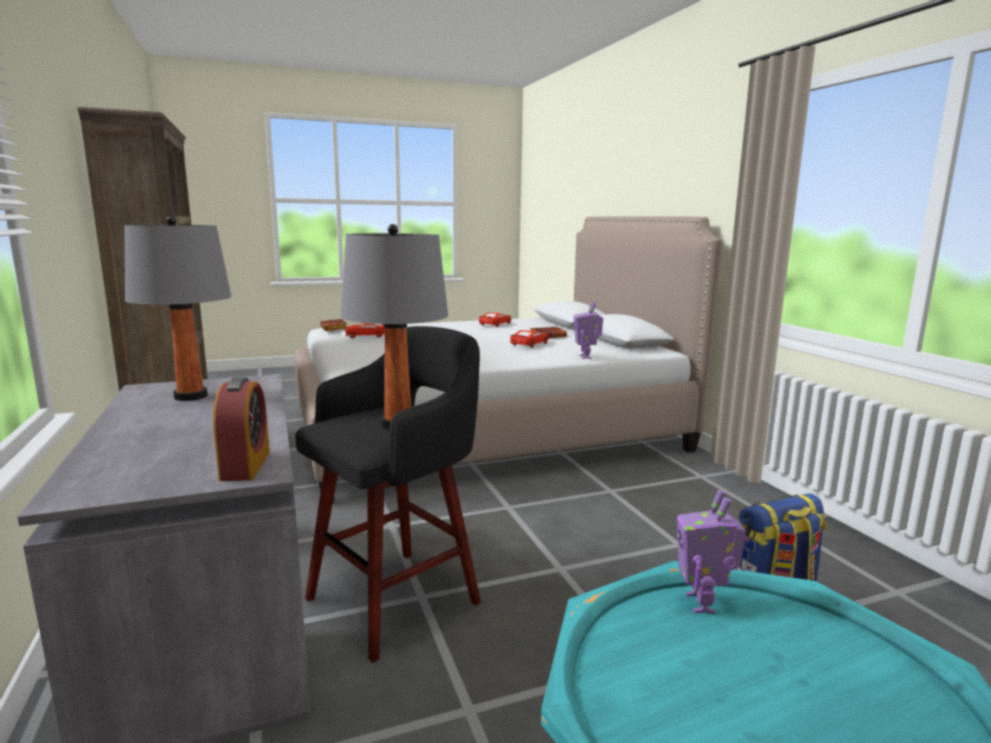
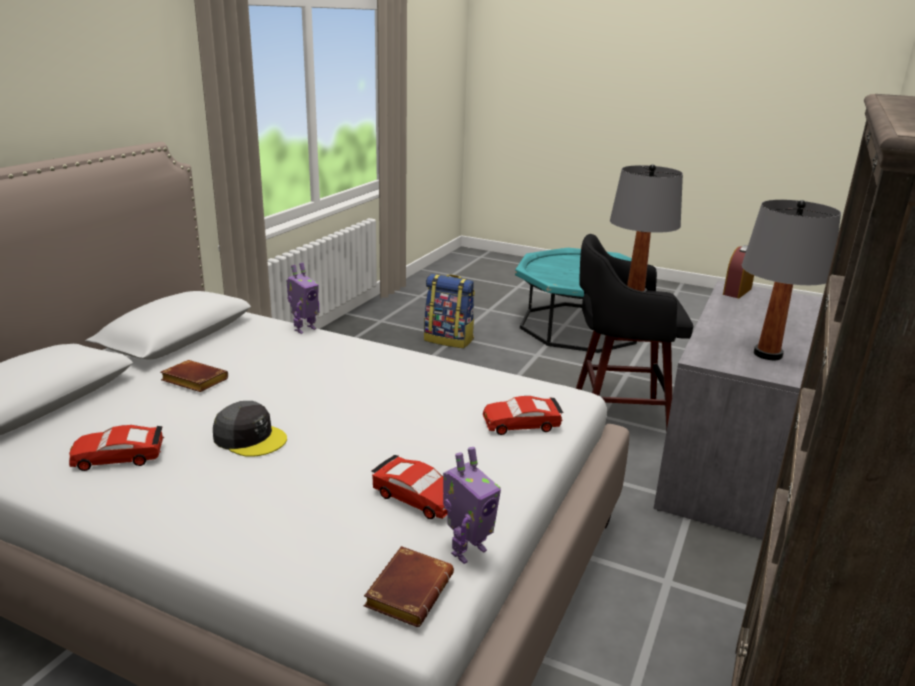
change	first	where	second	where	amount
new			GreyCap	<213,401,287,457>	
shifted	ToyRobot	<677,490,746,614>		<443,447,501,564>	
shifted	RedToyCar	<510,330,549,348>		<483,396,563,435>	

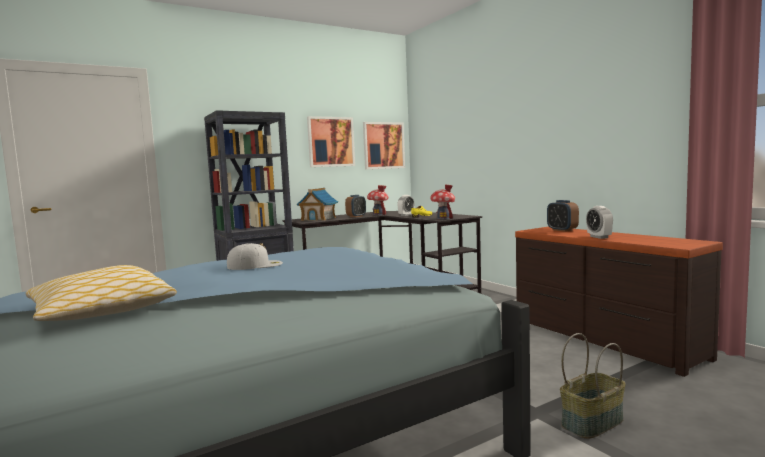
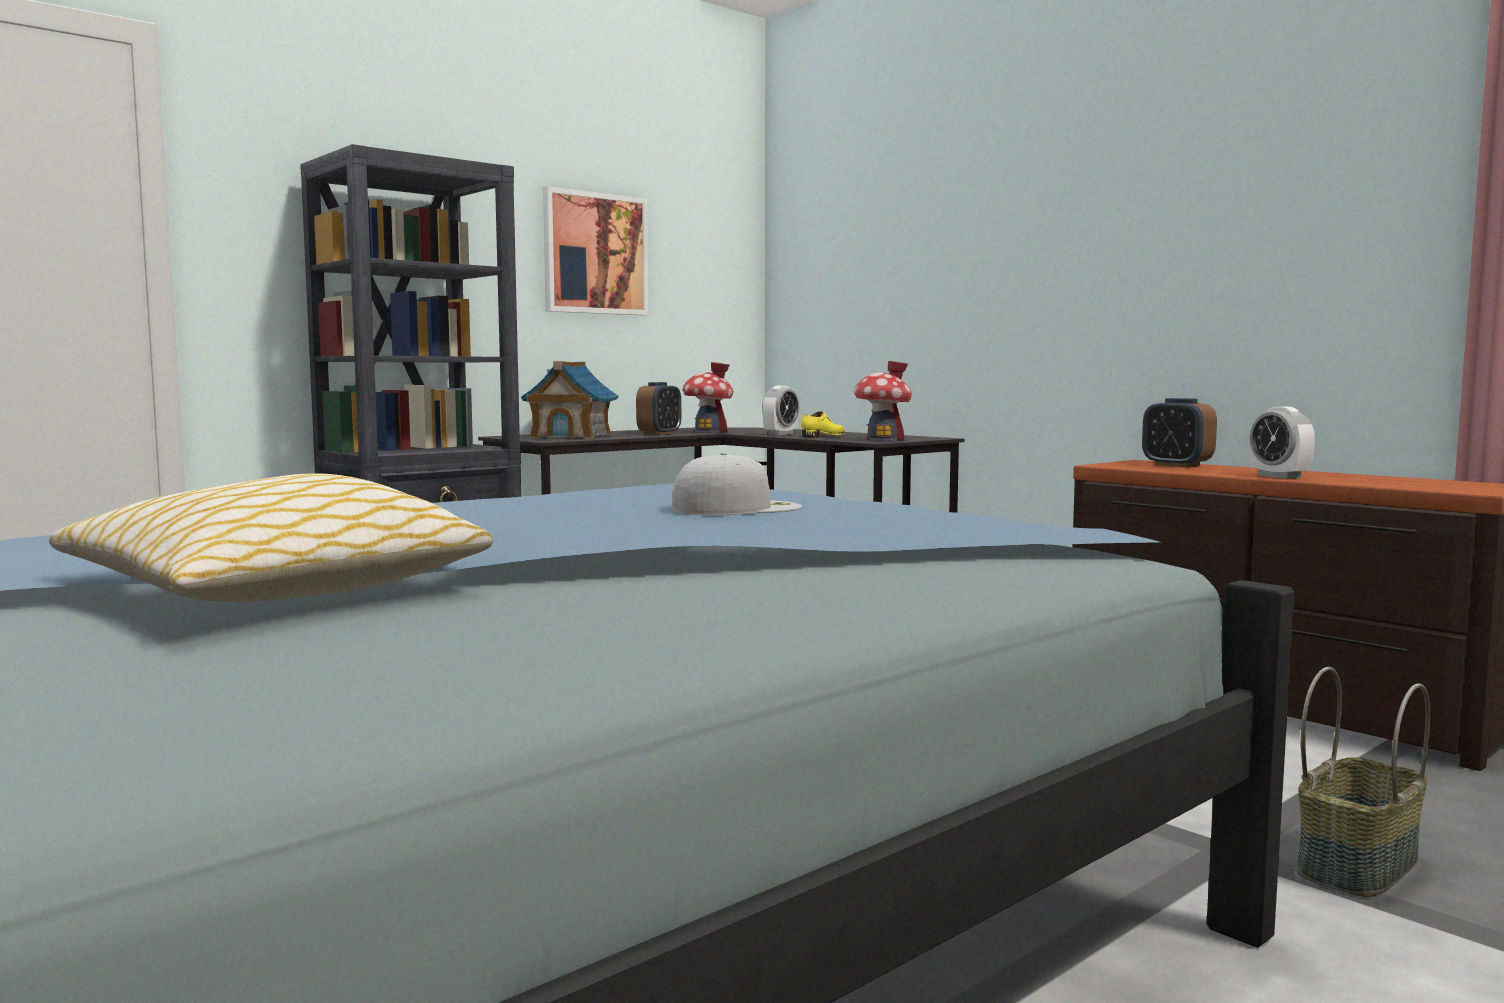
change	first	where	second	where	amount
shifted	WhiteCap	<227,243,283,270>		<672,453,802,515>	
gone	Picture	<363,122,405,169>			

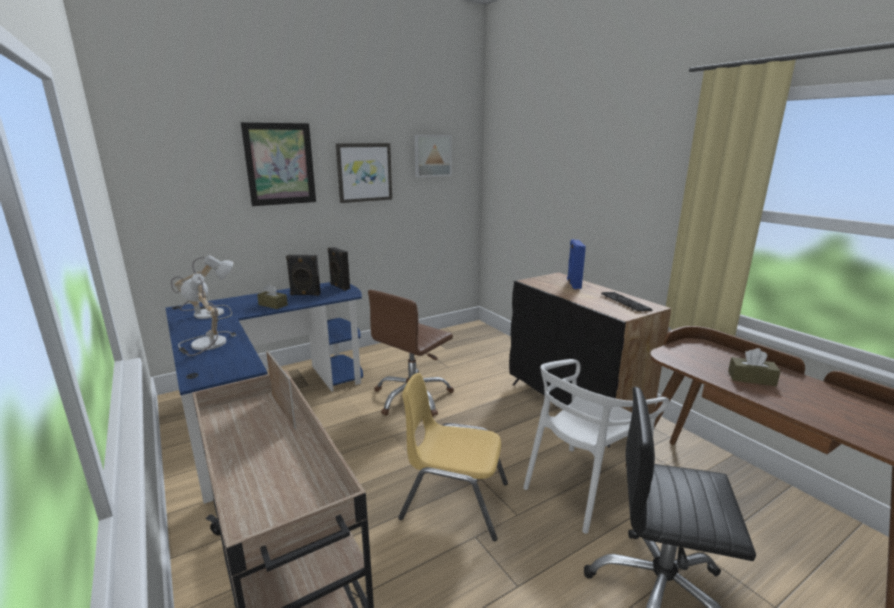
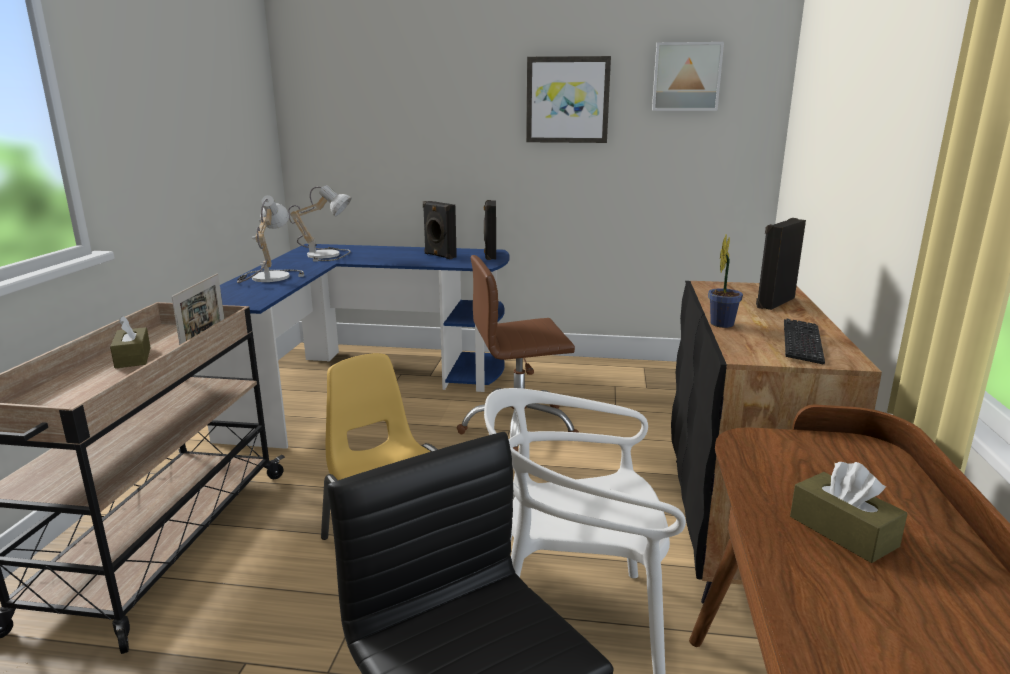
change	first	where	second	where	amount
shifted	BrownTissueBox	<257,284,288,309>		<110,315,151,368>	
new			PottedPlant	<708,234,743,328>	
repainted	BlueSpeaker	<567,239,586,289>	BlackSpeaker	<756,218,806,310>	
gone	Picture	<241,122,316,206>			

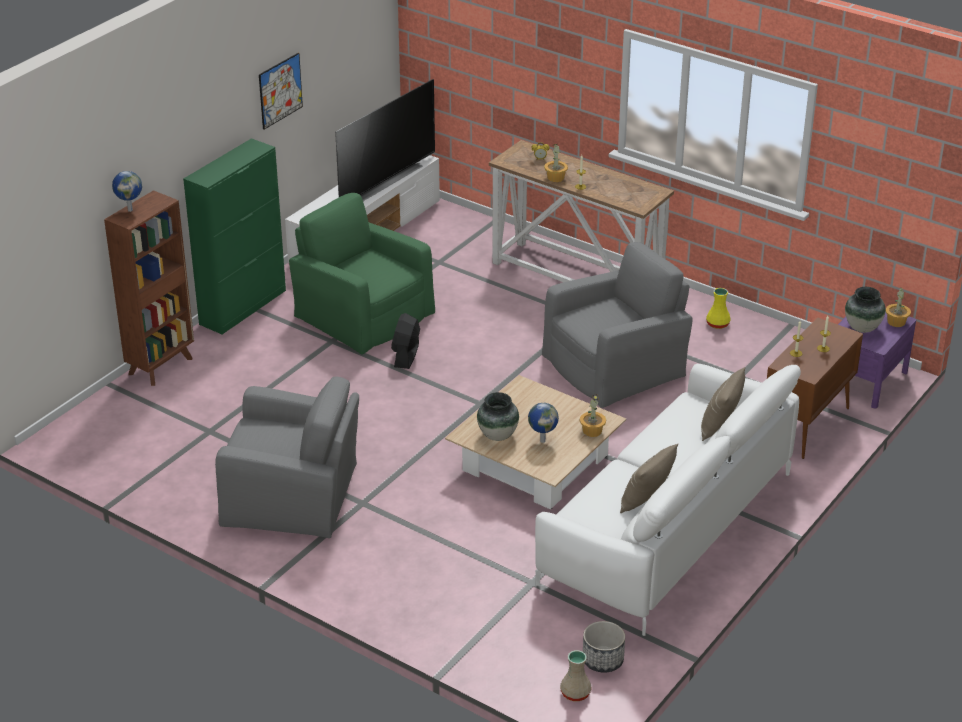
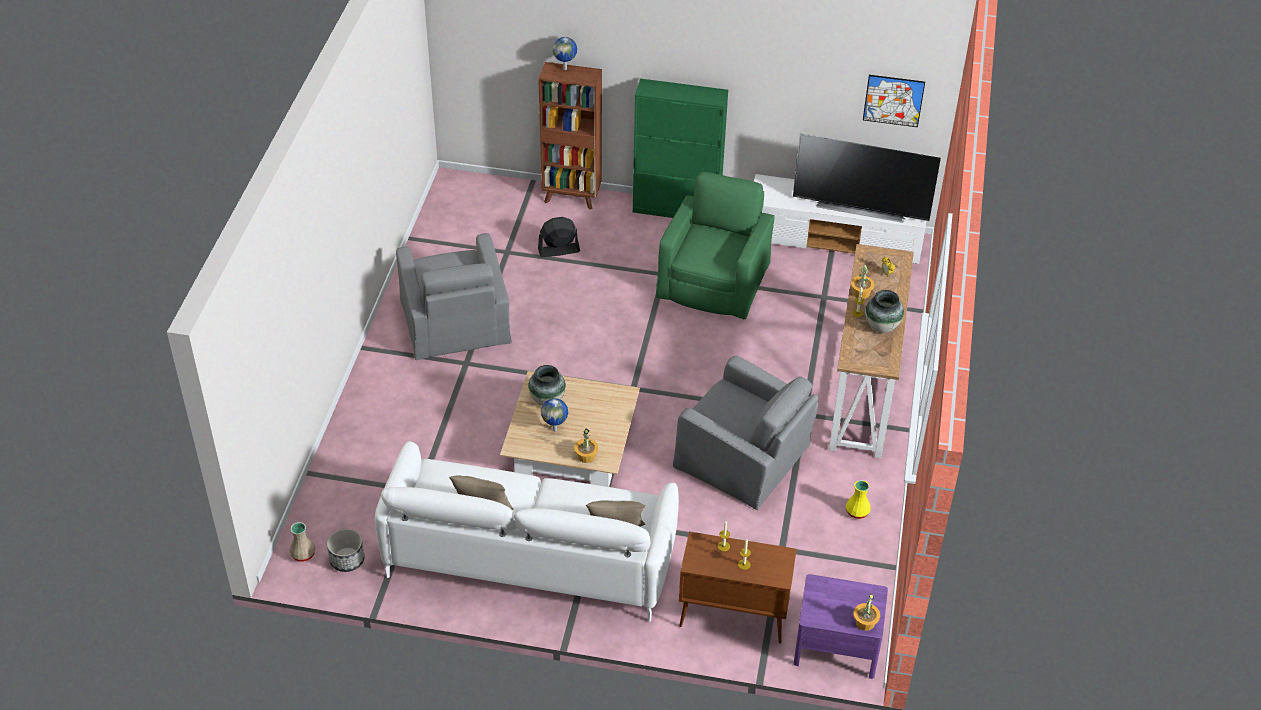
change	first	where	second	where	amount
shifted	BlackFan	<391,313,420,369>		<538,217,580,257>	
shifted	Picture	<259,53,303,130>		<863,75,925,127>	
shifted	Vase	<845,287,886,333>		<865,290,904,333>	

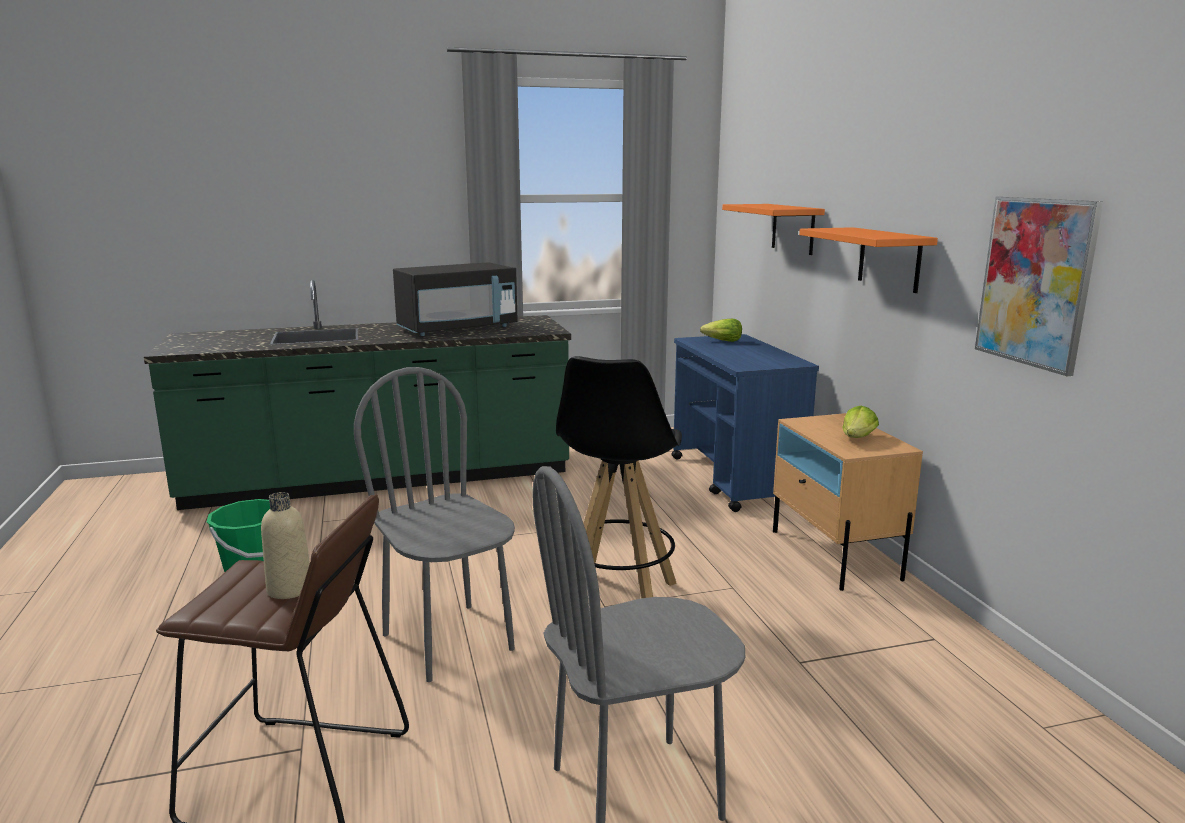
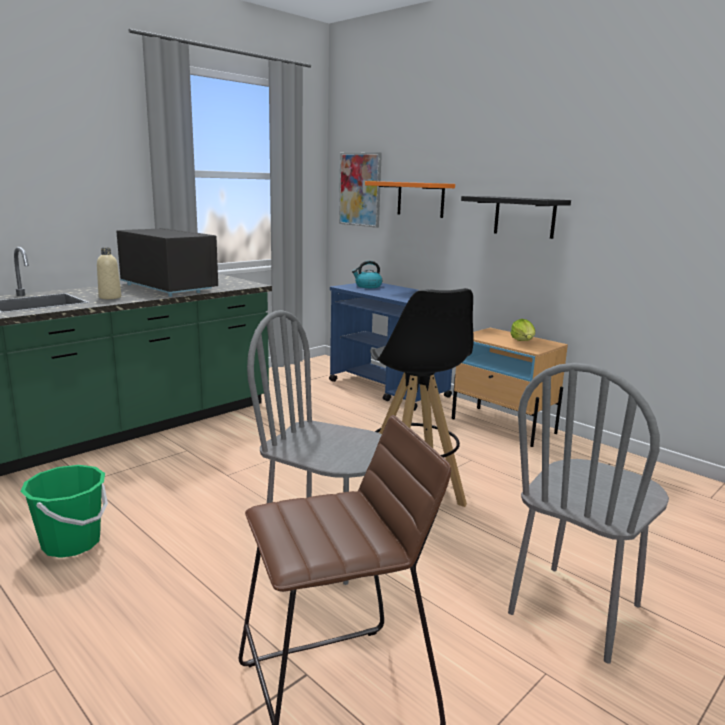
change	first	where	second	where	amount
shifted	BeigeBottle	<261,492,310,599>		<97,248,121,299>	
rotated	BlackMicrowave	<393,262,518,336>		<116,228,218,297>	75 degrees counterclockwise
shifted	Picture	<975,197,1103,376>		<339,152,382,228>	
swapped	Lettuce	<700,319,742,342>	Kettle	<352,261,383,288>	
repainted	OrangeShelf	<799,227,938,293>	BlackShelf	<461,196,571,239>	

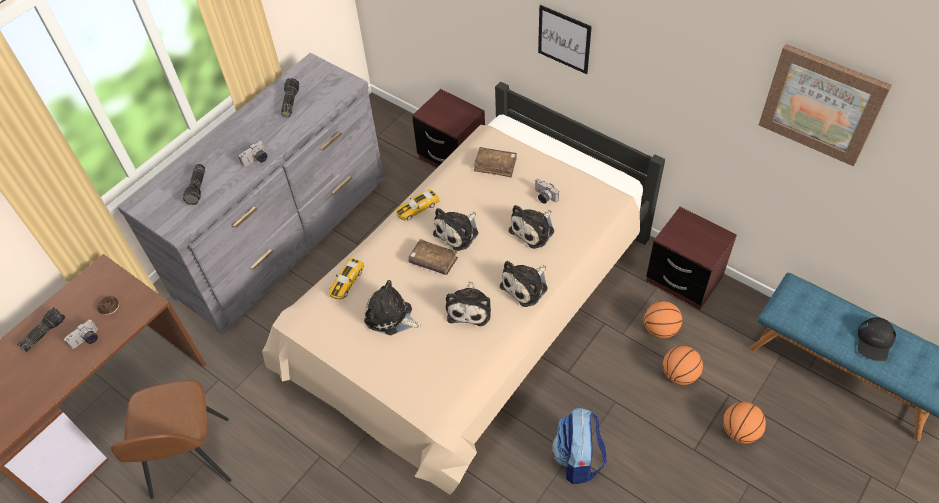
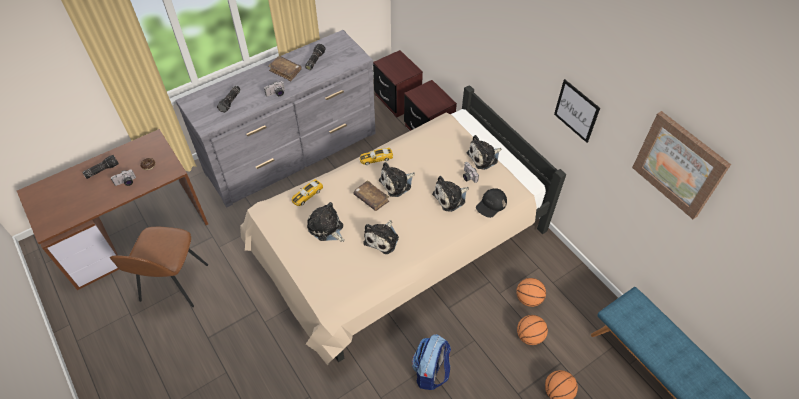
change	first	where	second	where	amount
shifted	BrownBook	<474,147,517,177>		<268,56,302,81>	
shifted	BrownNightstand	<646,207,737,310>		<373,50,423,118>	
shifted	PlushToy	<500,261,548,307>		<467,135,502,170>	
shifted	BlackCap	<857,317,896,361>		<476,188,507,218>	
shifted	Picture	<538,5,592,74>		<554,79,600,143>	

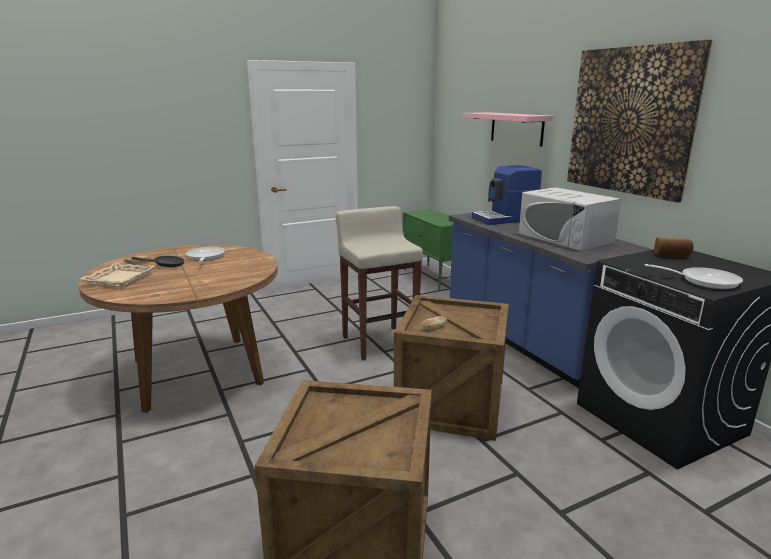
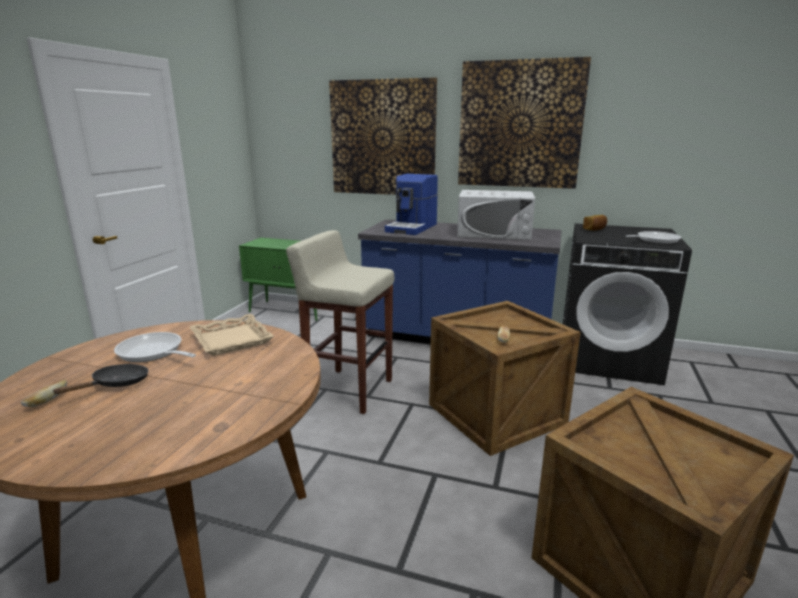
change	first	where	second	where	amount
shifted	BeigeTray	<79,263,155,287>		<190,314,274,356>	
swapped	PinkShelf	<463,112,553,147>	Picture	<329,78,437,195>	

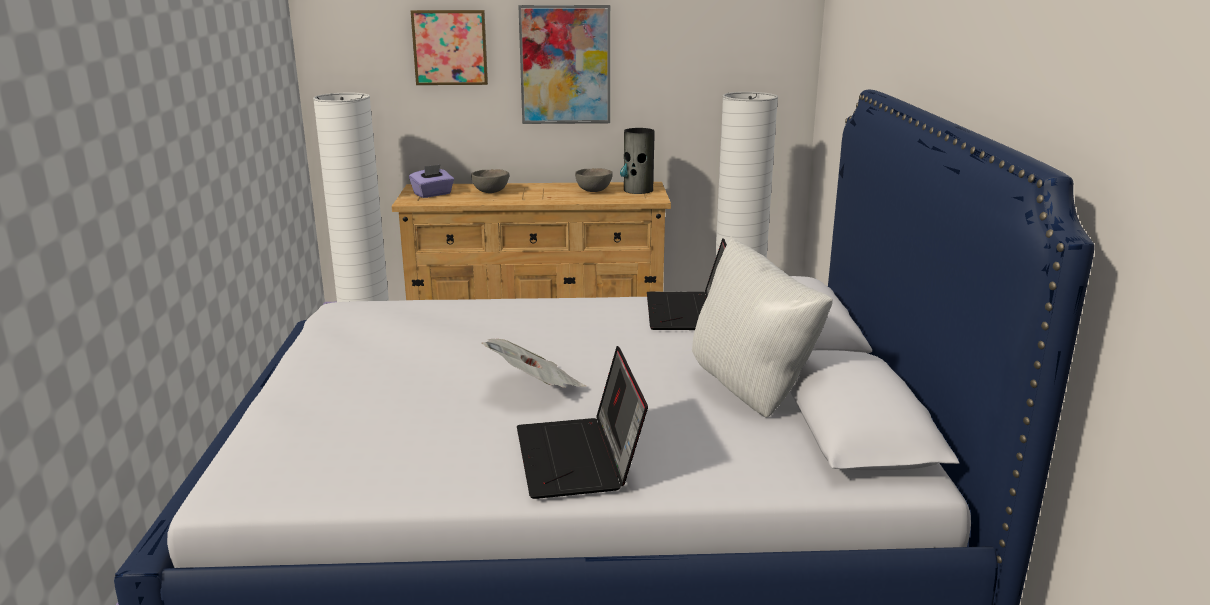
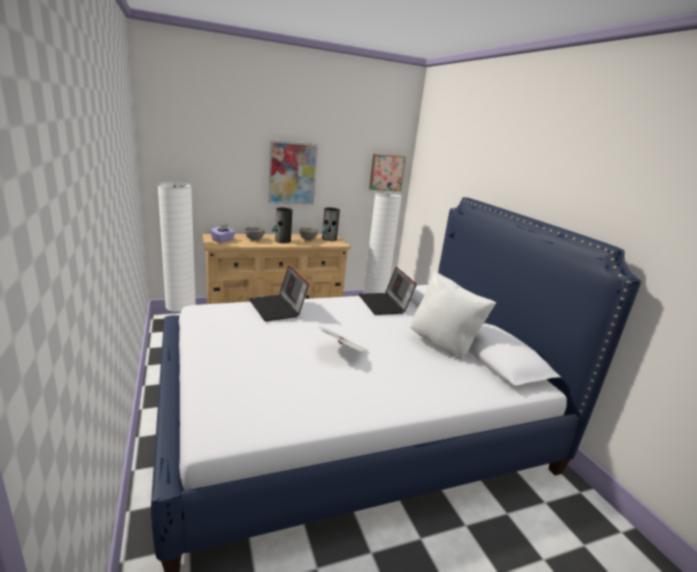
change	first	where	second	where	amount
shifted	Laptop	<517,346,648,499>		<249,266,309,321>	
new			Vase	<272,208,292,243>	
shifted	Picture	<411,10,488,85>		<369,154,406,191>	

